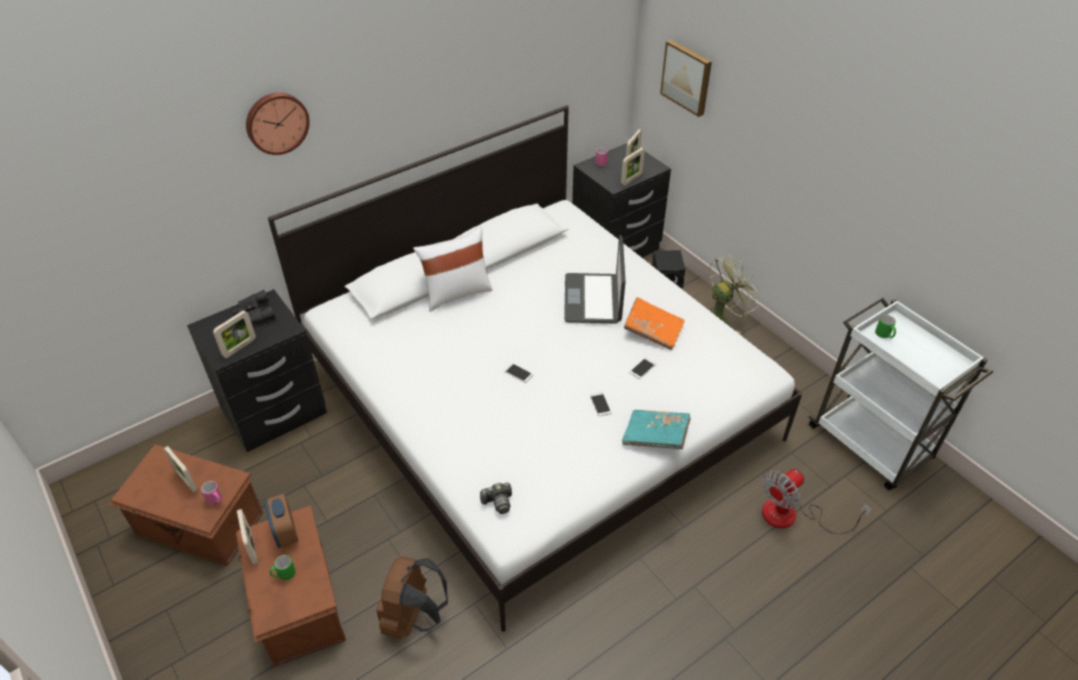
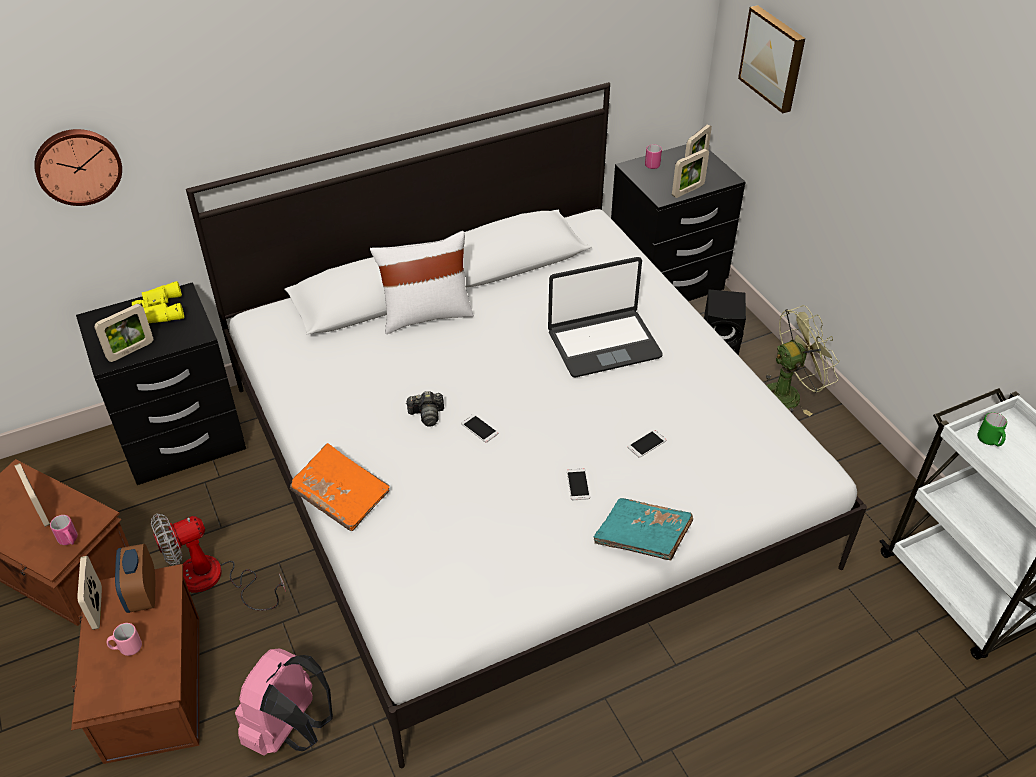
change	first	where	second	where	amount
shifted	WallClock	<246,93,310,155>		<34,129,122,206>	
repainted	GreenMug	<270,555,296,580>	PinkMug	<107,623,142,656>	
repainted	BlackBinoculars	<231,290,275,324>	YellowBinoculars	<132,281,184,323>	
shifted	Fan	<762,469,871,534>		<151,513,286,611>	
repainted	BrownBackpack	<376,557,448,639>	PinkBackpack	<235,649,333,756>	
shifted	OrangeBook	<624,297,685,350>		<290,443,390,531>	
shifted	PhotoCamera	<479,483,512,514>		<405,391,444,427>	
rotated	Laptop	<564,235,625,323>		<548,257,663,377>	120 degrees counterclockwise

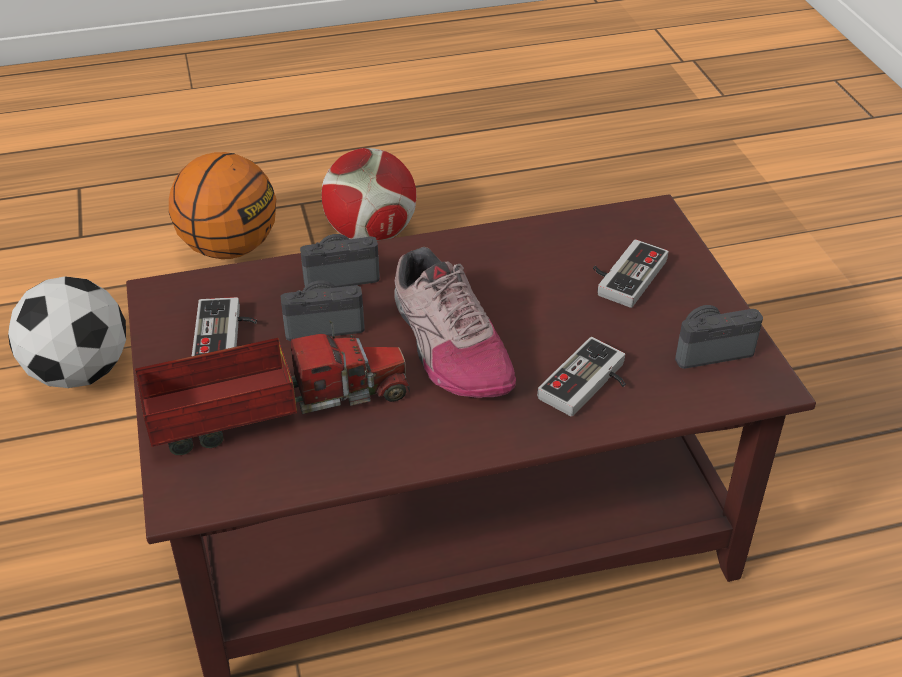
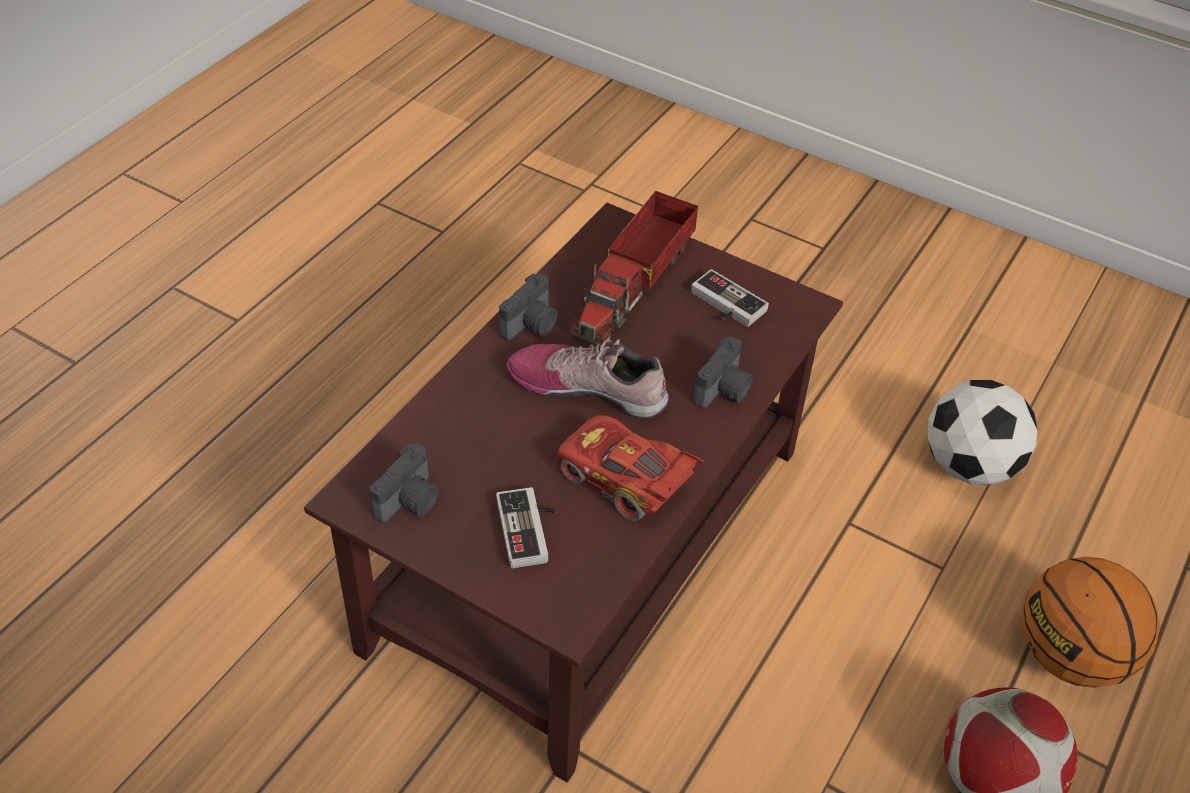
change	first	where	second	where	amount
shifted	PhotoCamera	<281,280,365,341>		<499,273,558,341>	
new			RedToyCar	<557,415,705,521>	
gone	GameController	<537,337,626,417>			

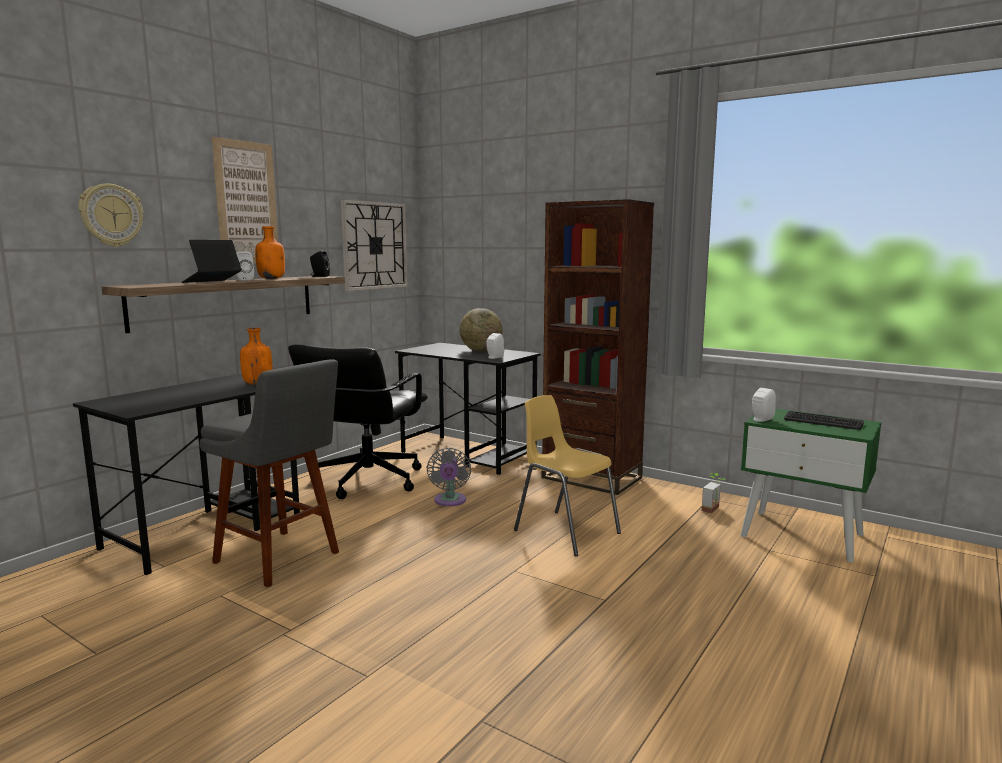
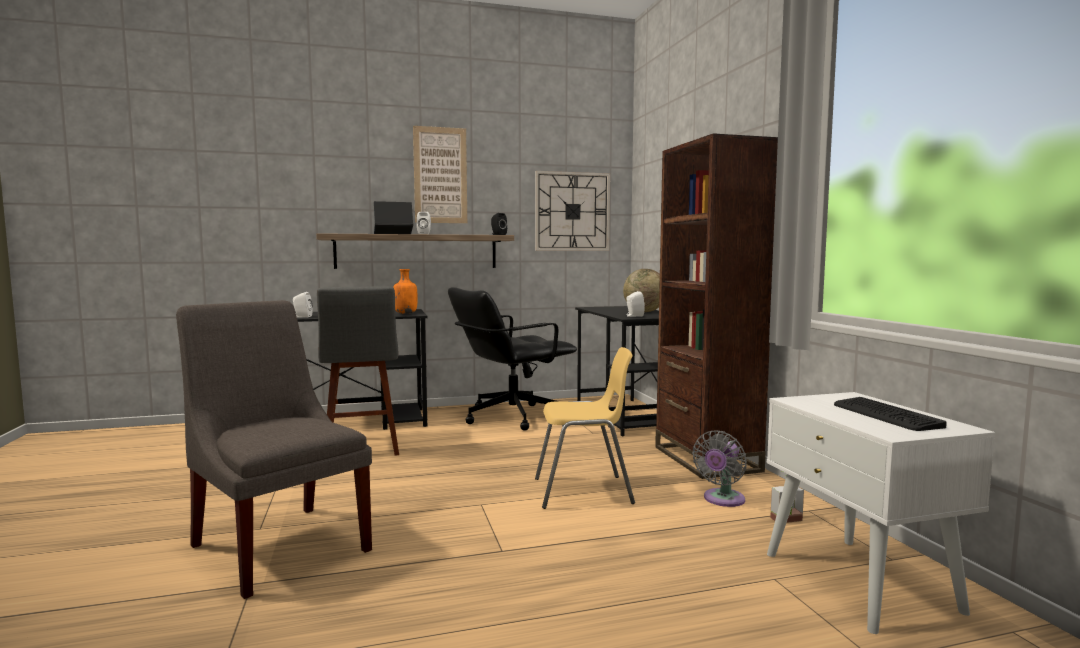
change	first	where	second	where	amount
new			GreyChair	<176,300,372,599>	
shifted	WhiteSpeaker	<752,388,776,422>		<293,292,313,317>	
rotated	YellowChair	<514,395,621,557>		<535,347,635,509>	90 degrees clockwise
shifted	GreyFan	<427,448,471,506>		<692,430,747,507>	
repainted	GreenNightstand	<741,408,882,562>	WhiteNightstand	<767,392,996,634>	
gone	WallClock	<78,184,143,247>			
gone	OrangeBottle	<255,226,285,279>			

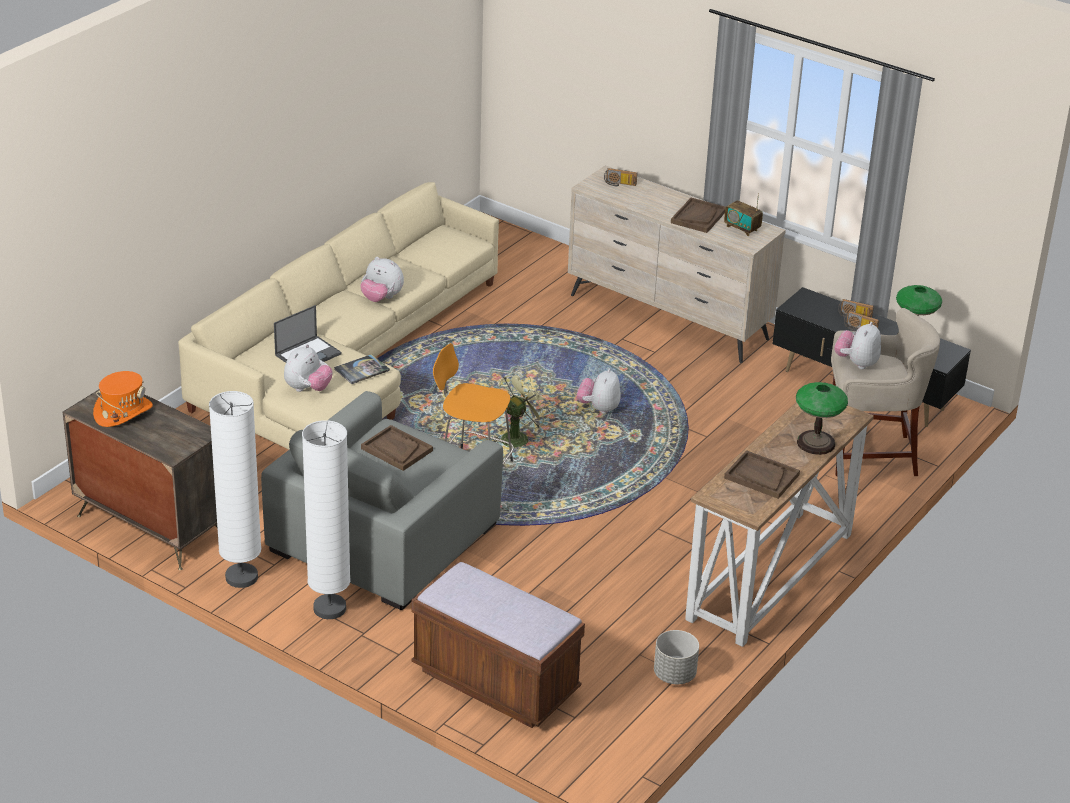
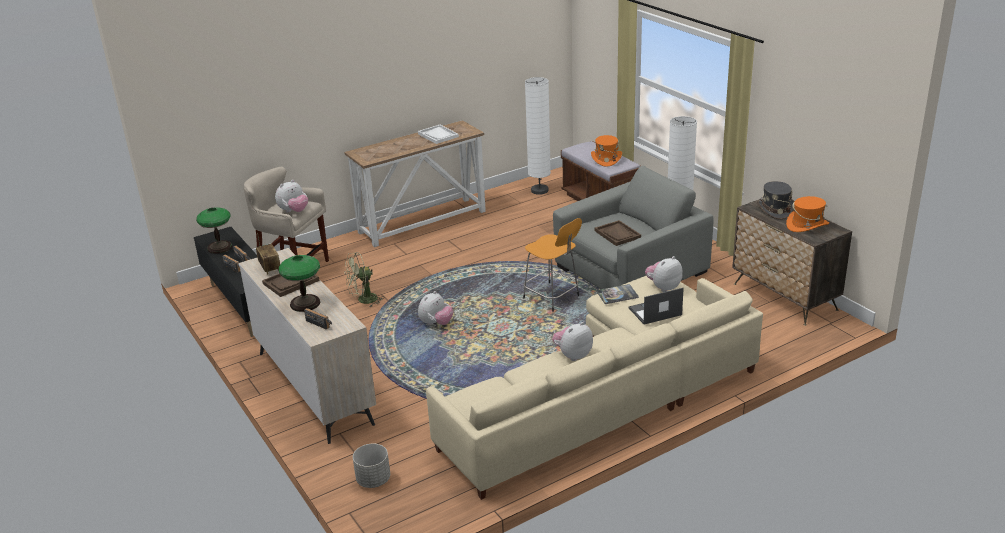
change	first	where	second	where	amount
shifted	TableLamp	<796,382,848,455>		<279,255,320,312>	
shifted	GreenFan	<494,371,551,448>		<344,252,385,307>	
shifted	GreyPlanter	<654,630,699,684>		<353,444,390,488>	
repainted	BrownTray	<724,450,800,499>	WhiteTray	<418,125,459,144>	
shifted	WhiteFloorLamp	<209,391,261,588>		<525,77,551,195>	
rotated	PlushToy	<360,257,404,302>		<552,322,593,361>	90 degrees counterclockwise
new			OrangeHat	<591,135,622,167>	
new			GreyHat	<757,181,795,219>	

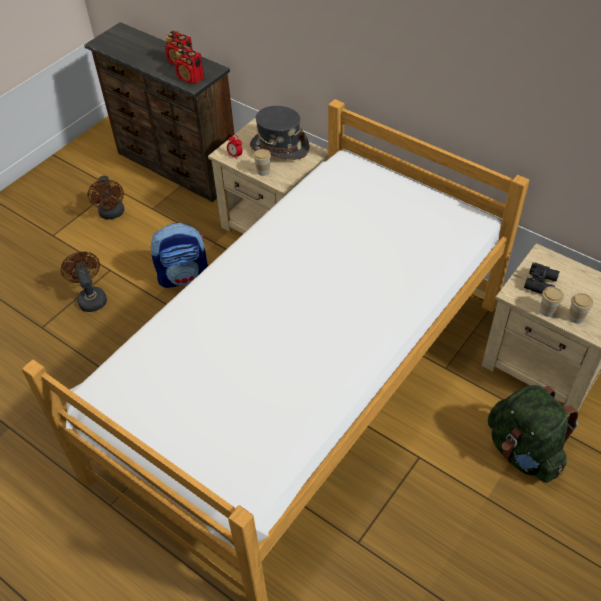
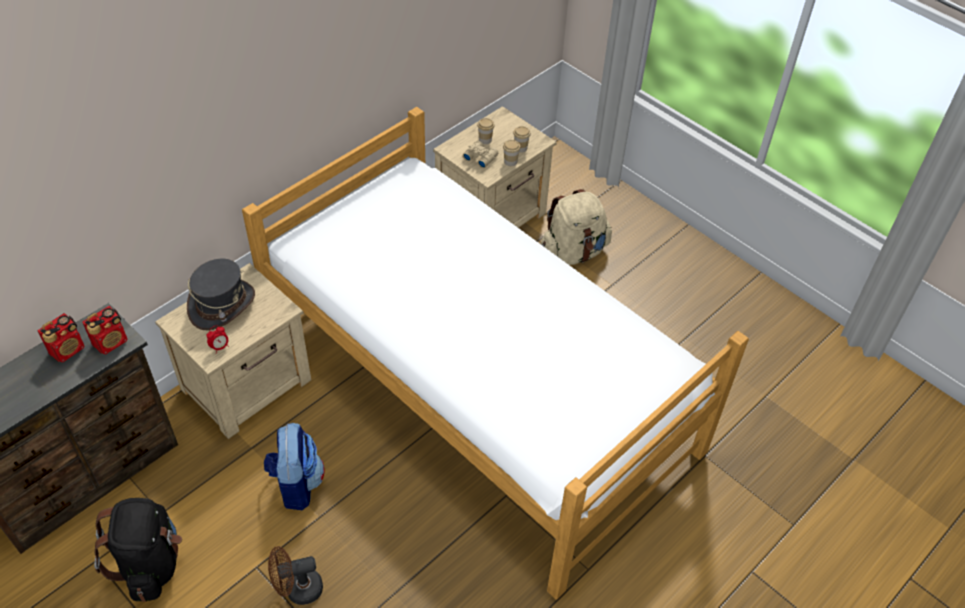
change	first	where	second	where	amount
swapped	BrownFan	<87,176,125,219>	BlackBackpack	<94,498,182,602>	
repainted	BlackBinoculars	<524,262,560,294>	BeigeBinoculars	<463,141,498,168>	
shifted	Cup	<253,149,271,176>		<477,118,495,144>	
repainted	GreenBackpack	<488,385,578,483>	BeigeBackpack	<541,189,612,265>	

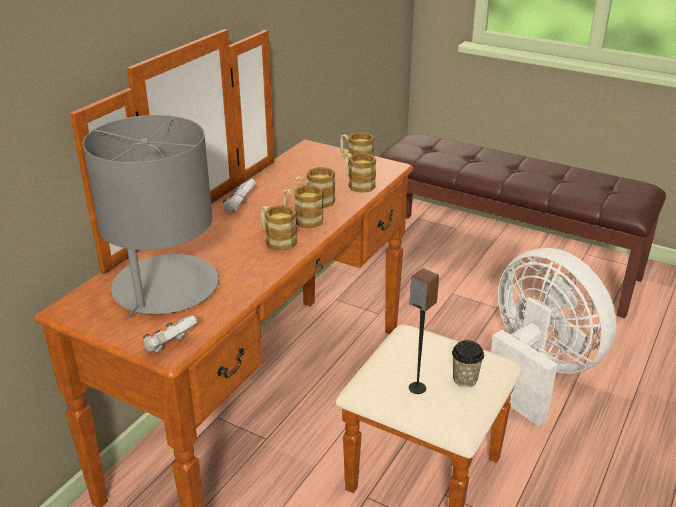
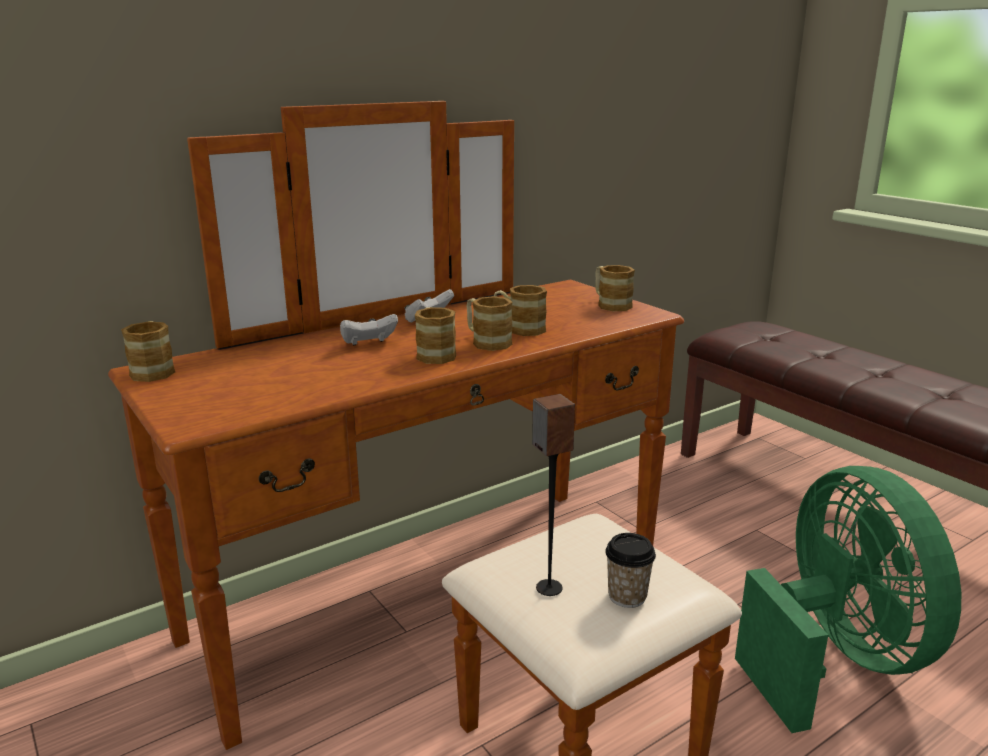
change	first	where	second	where	amount
shifted	Mug	<345,153,377,193>		<121,321,175,382>	
shifted	WhiteGameController	<143,315,197,353>		<340,314,398,346>	
repainted	WhiteFan	<491,248,616,426>	GreenFan	<735,466,961,733>	
gone	GreyTableLamp	<83,115,219,318>			

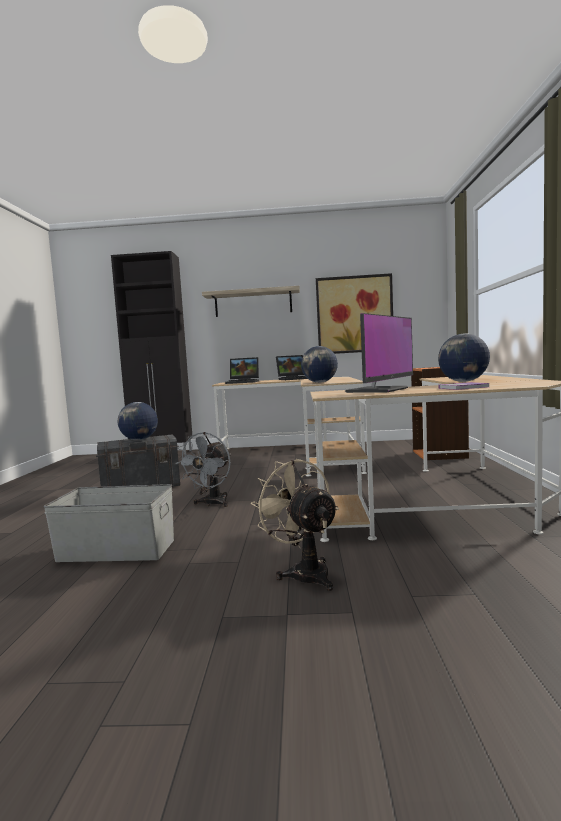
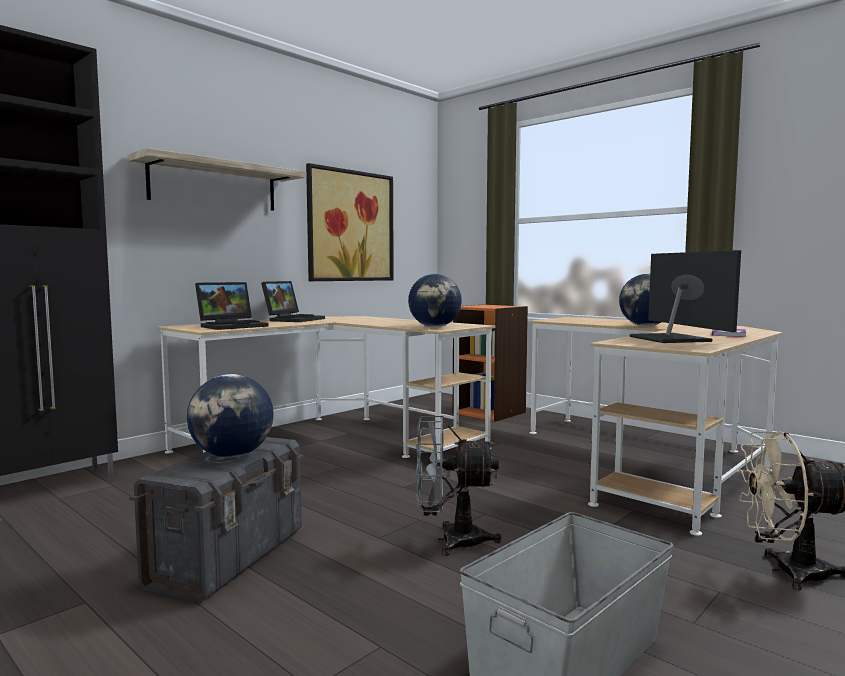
change	first	where	second	where	amount
rotated	GreyFan	<176,432,231,507>		<416,415,502,556>	120 degrees clockwise

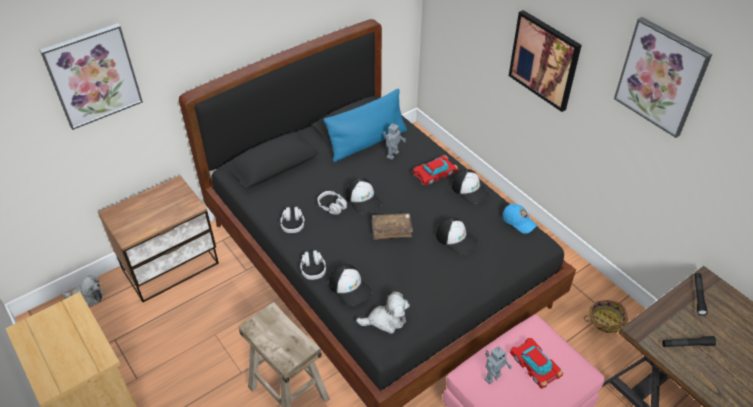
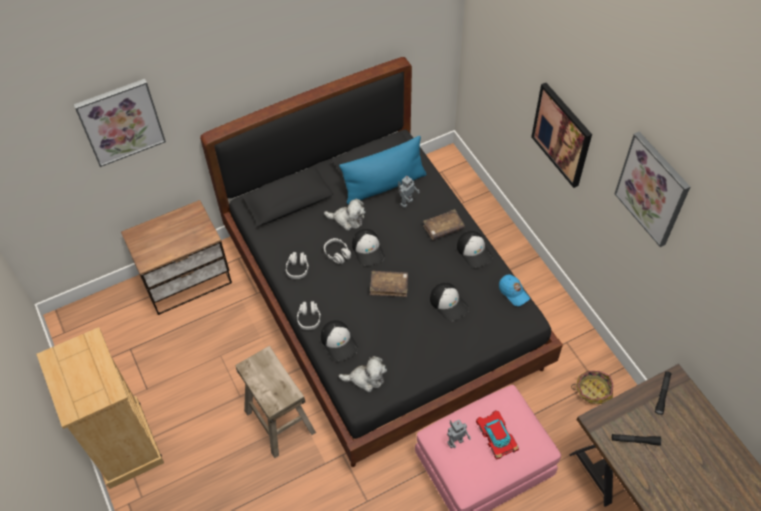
change	first	where	second	where	amount
shifted	PlushToy	<61,275,104,306>		<324,198,366,231>	
swapped	ToyCar	<413,155,458,185>	BrownBook	<423,209,465,241>	

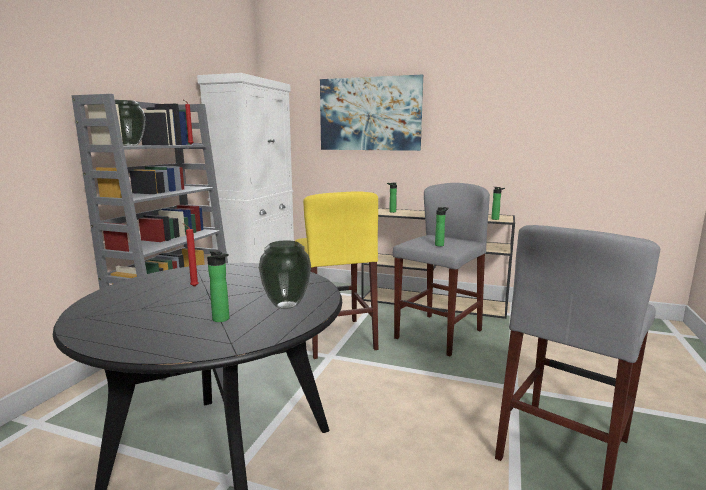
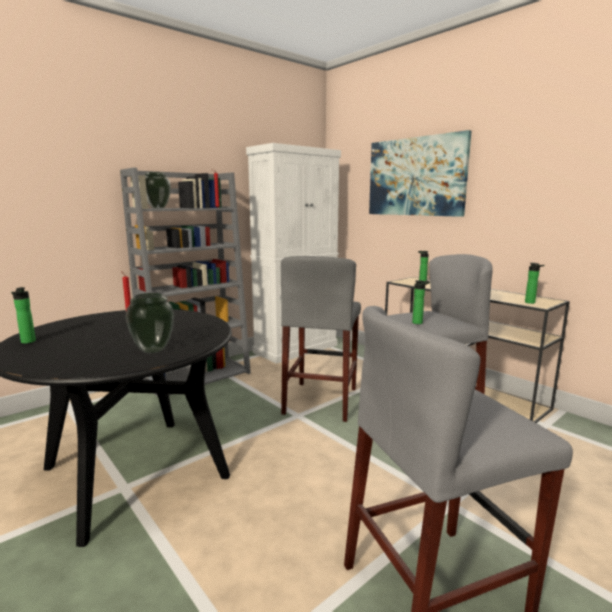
change	first	where	second	where	amount
shifted	Bottle	<207,249,229,322>		<11,287,36,344>	
repainted	YellowStool	<295,191,378,359>	GreyStool	<281,256,361,422>	

